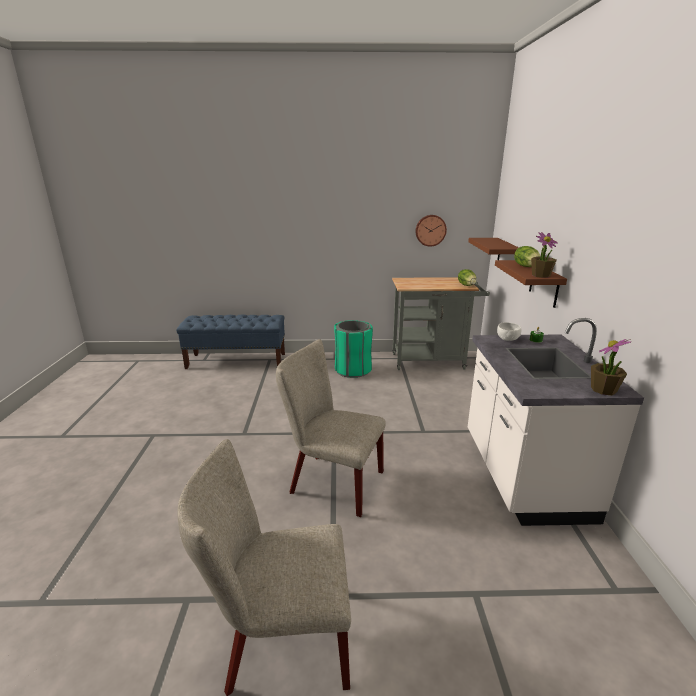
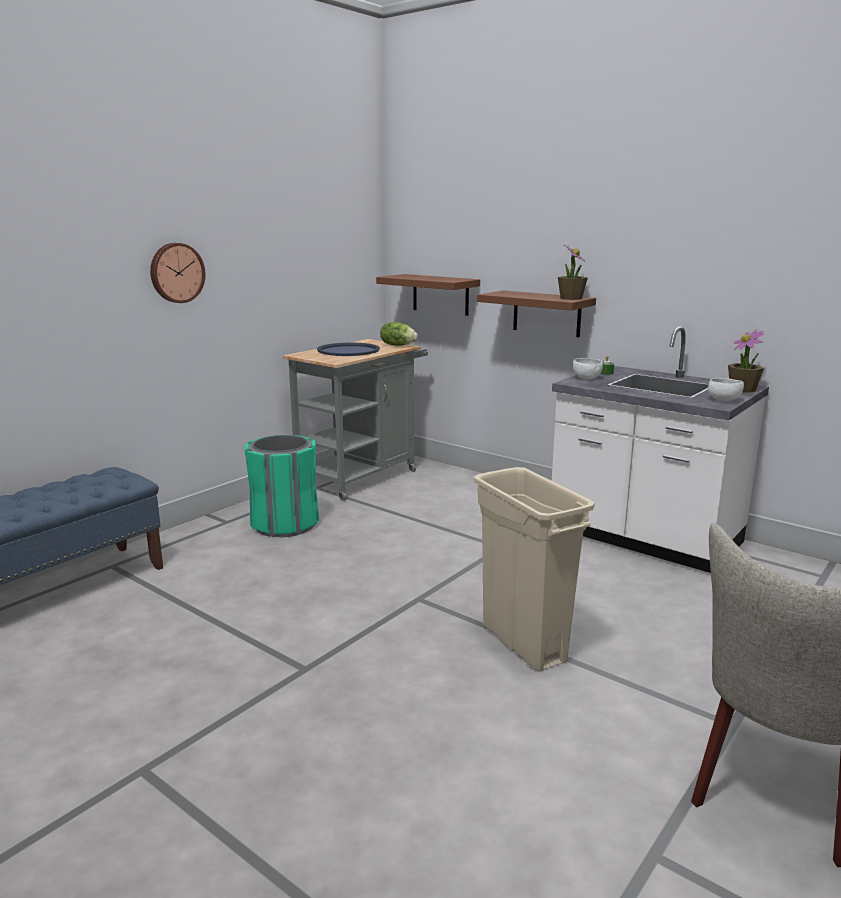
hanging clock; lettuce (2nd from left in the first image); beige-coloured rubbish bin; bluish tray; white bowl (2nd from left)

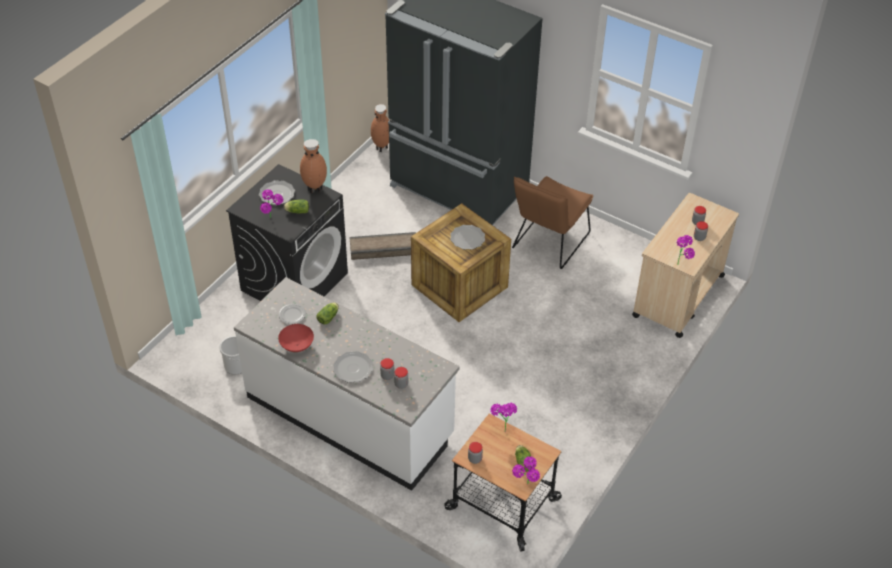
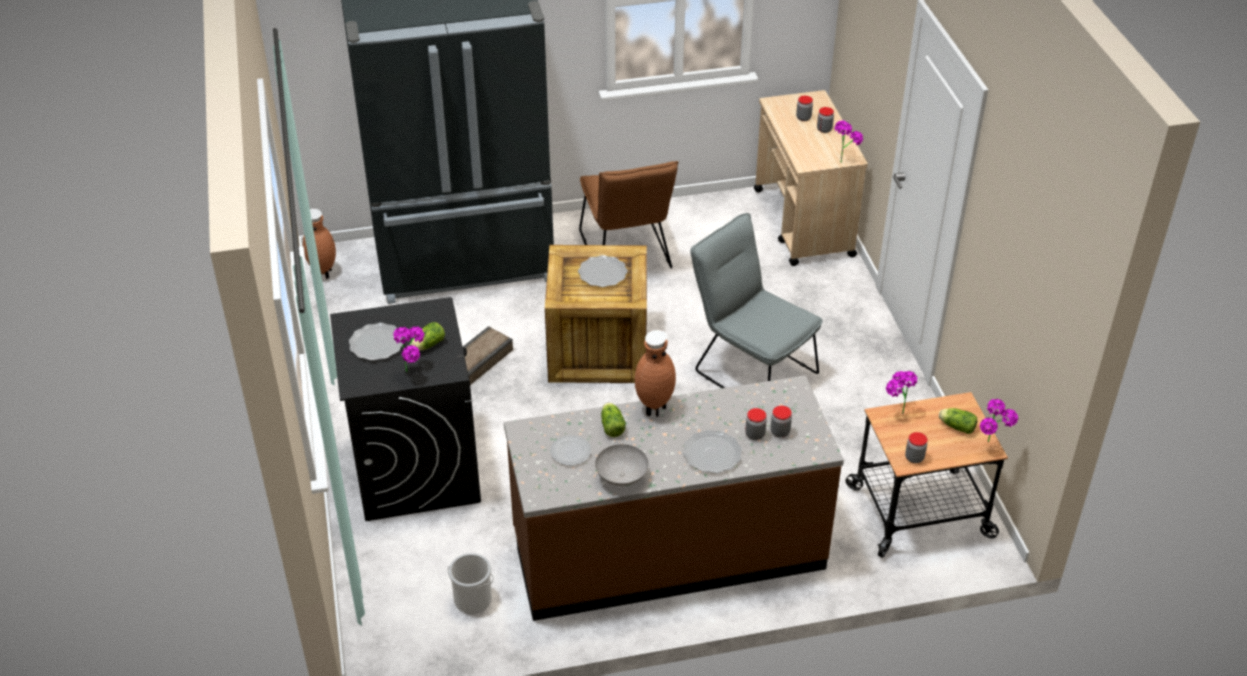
brown-coloured vase (2nd from left); brown-coloured kitchen base unit; gray bowl; gray chair

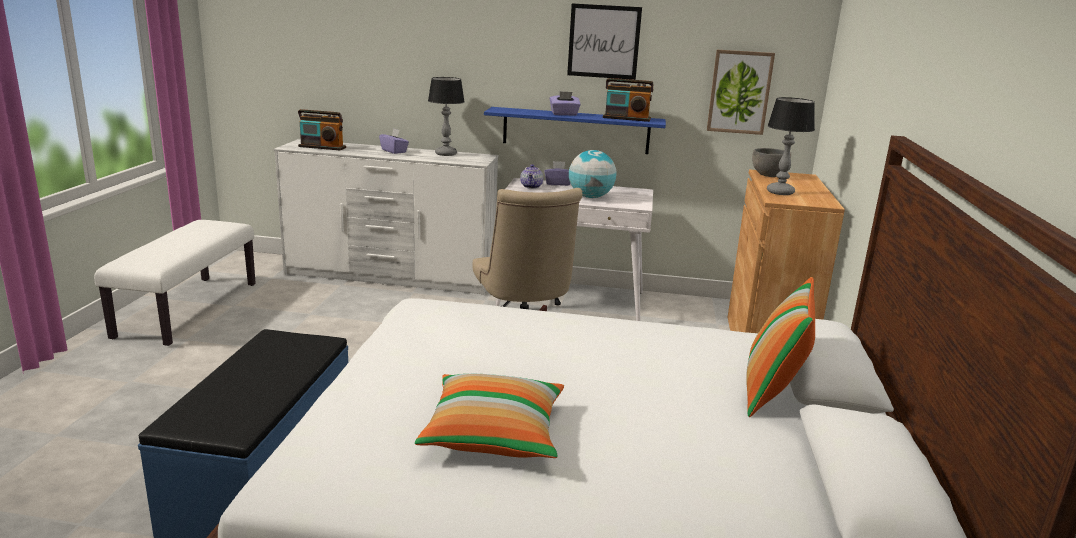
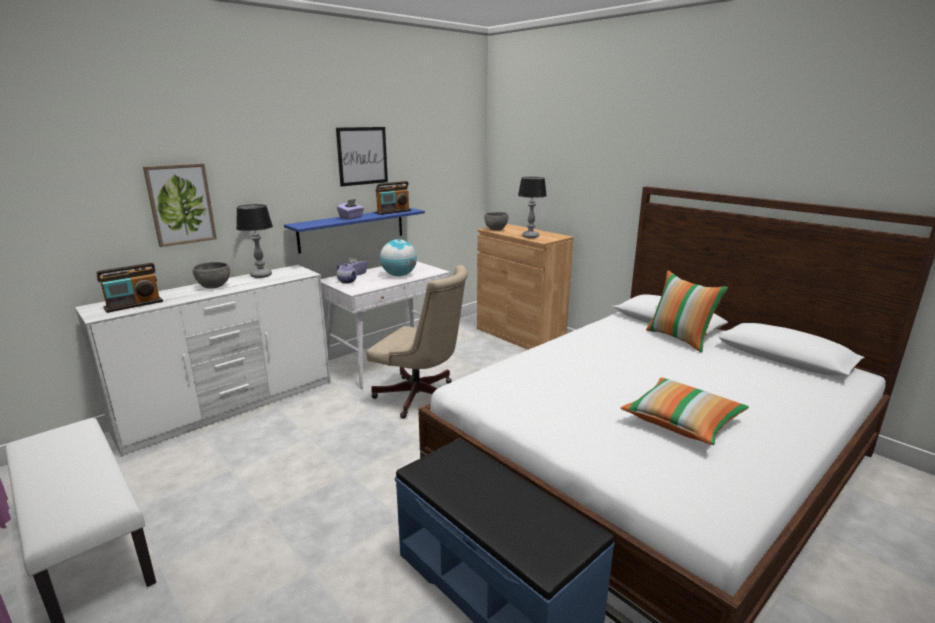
wall art (1st from left); gray bowl (1st from left)

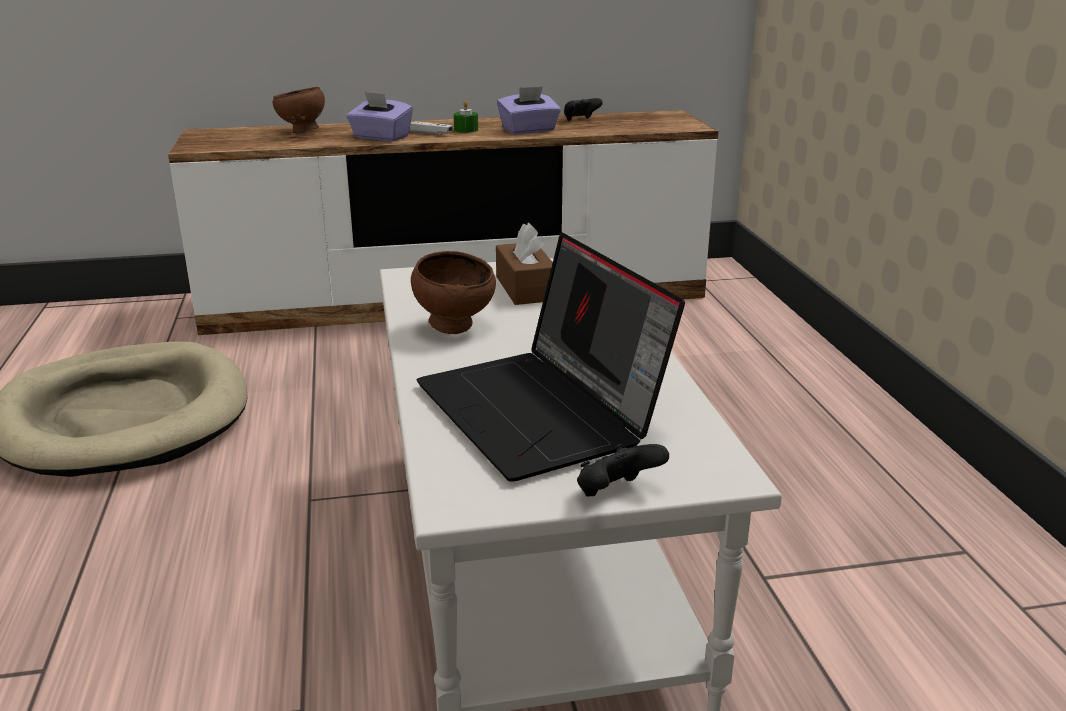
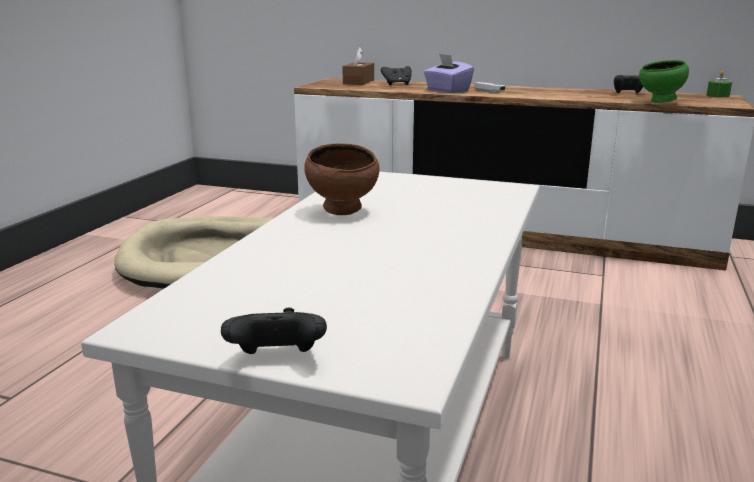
purplish tissue holder (2nd from left in the first image); black-coloured joypad (2nd from left); green wax light; brown-coloured tissue holder; portable computer; green bowl

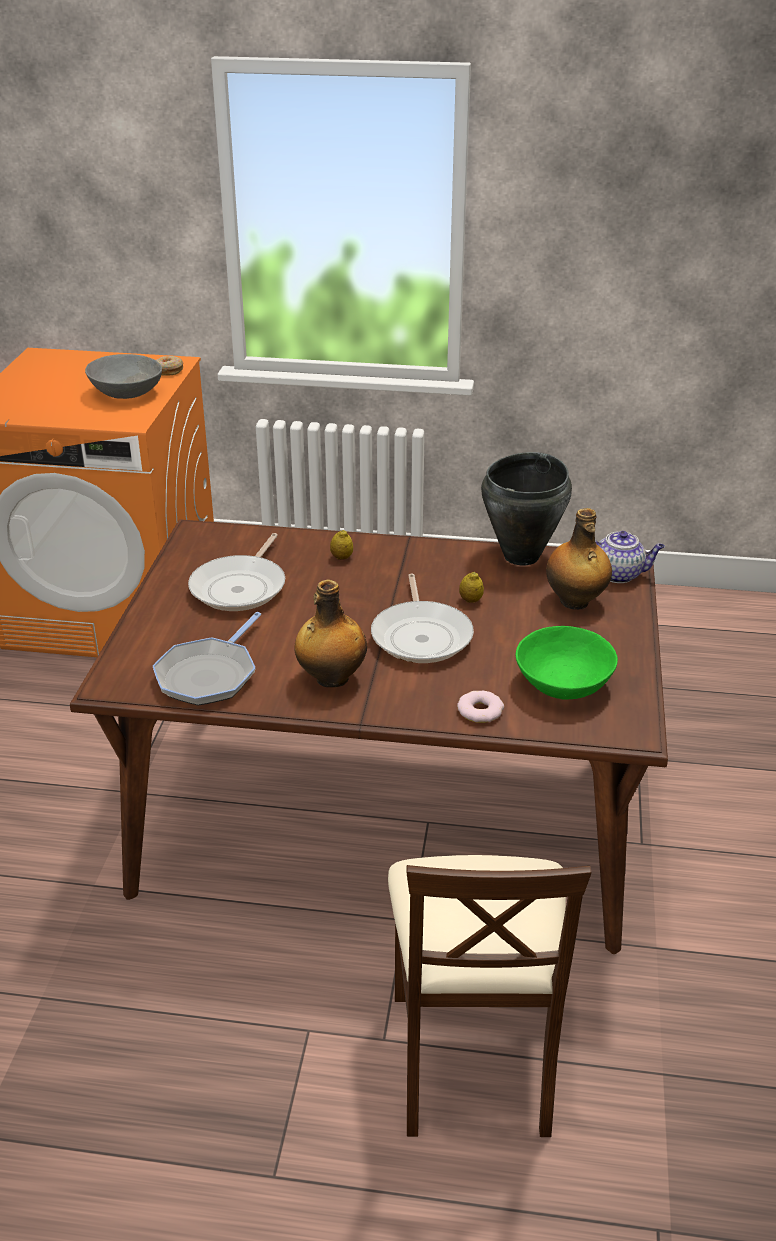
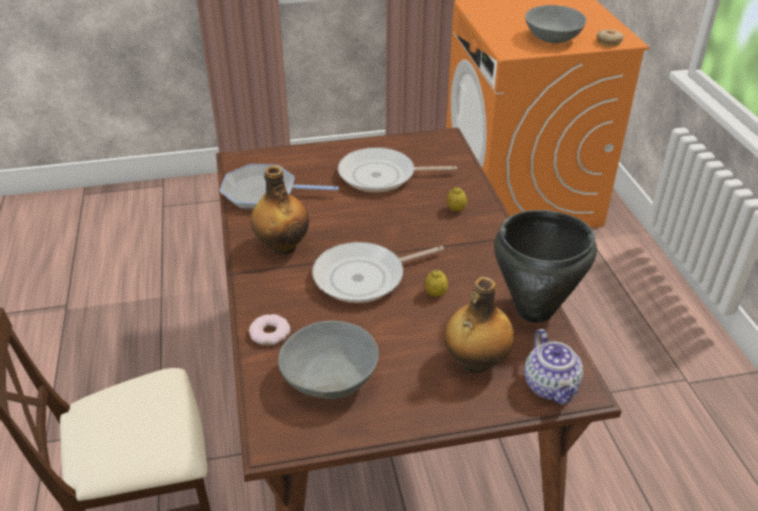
gray bowl (1st from left)

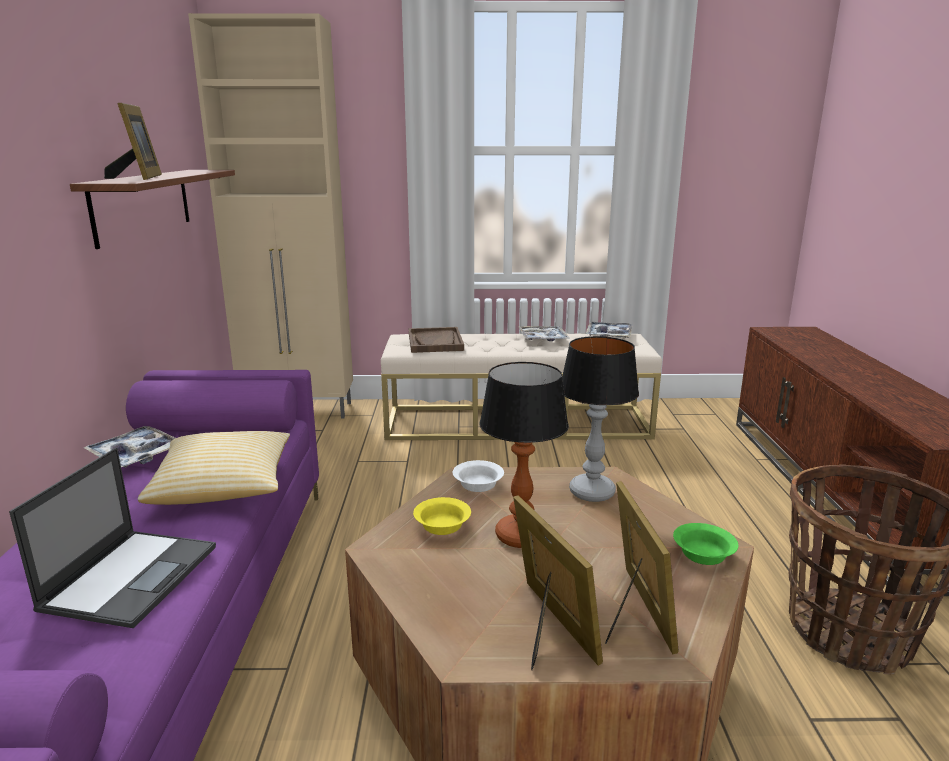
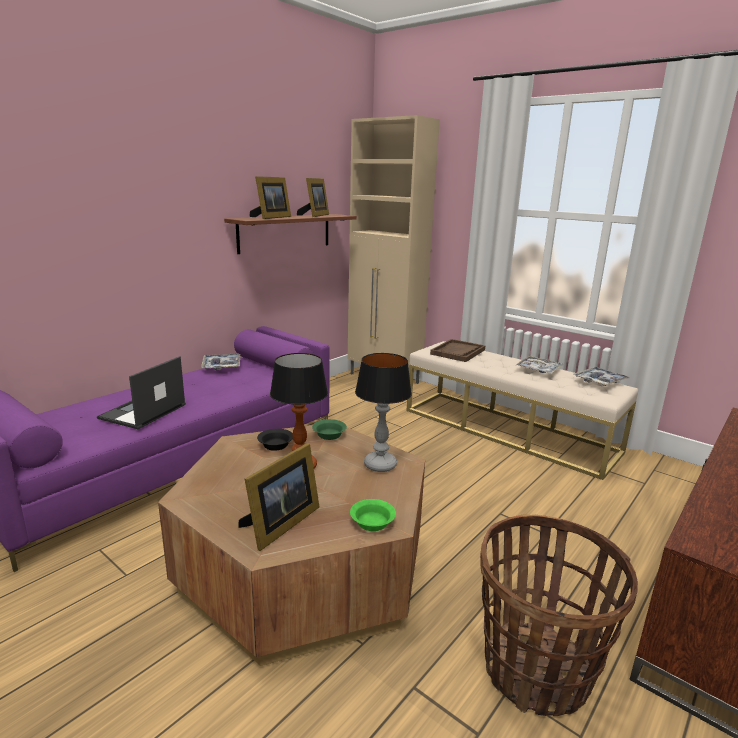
throw pillow; portable computer; green bowl (1st from left); photo frame (3rd from left); black-coloured bowl

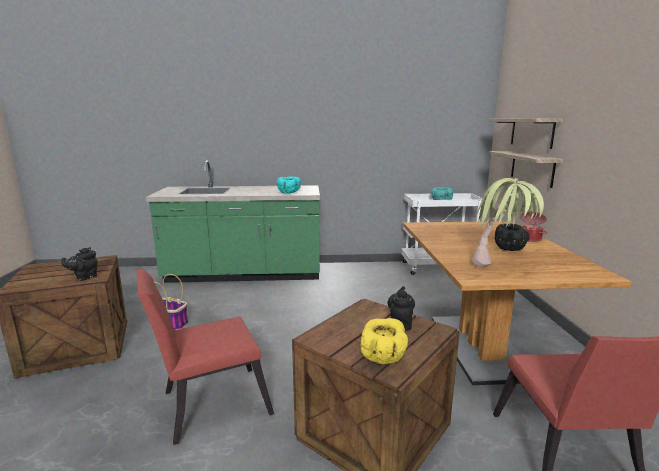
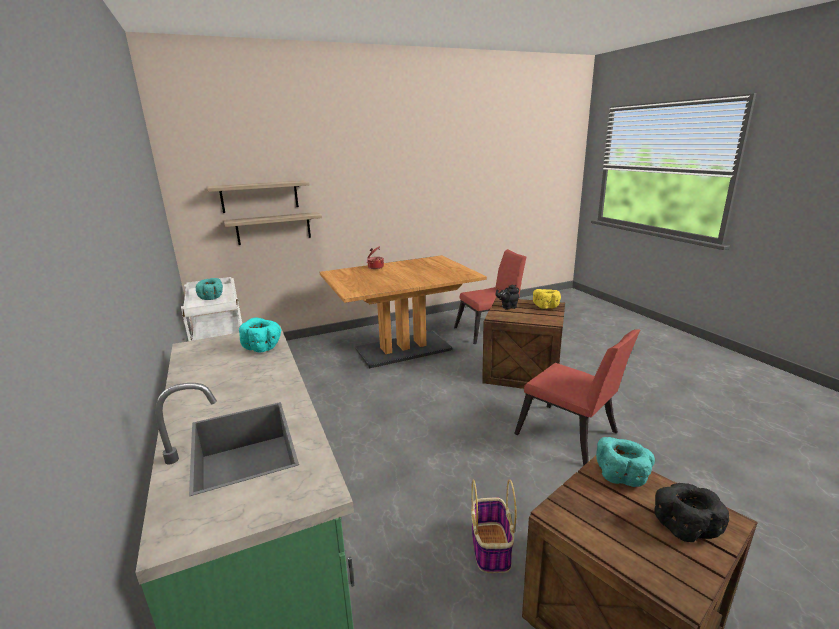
houseplant; black-coloured bowl; blue-green bowl (3rd from left)

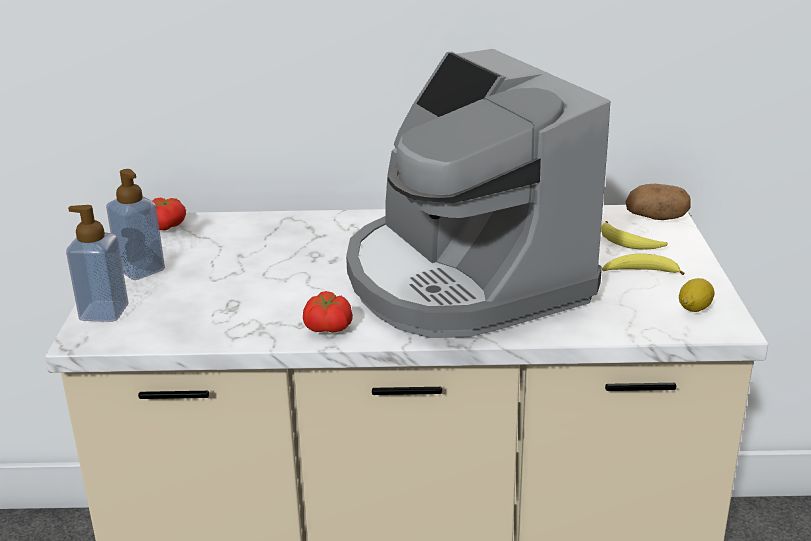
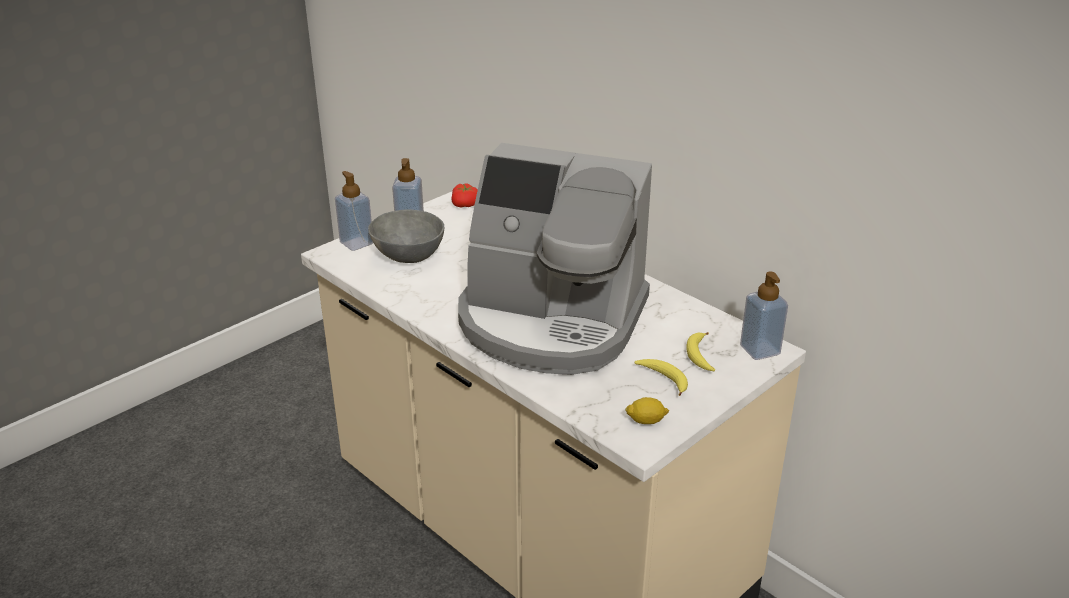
coffee brewer; liquid soap bottle (3rd from left); tomato (2nd from left in the first image); gray bowl

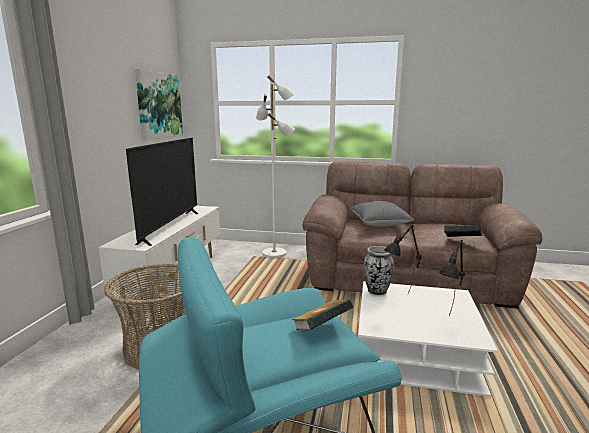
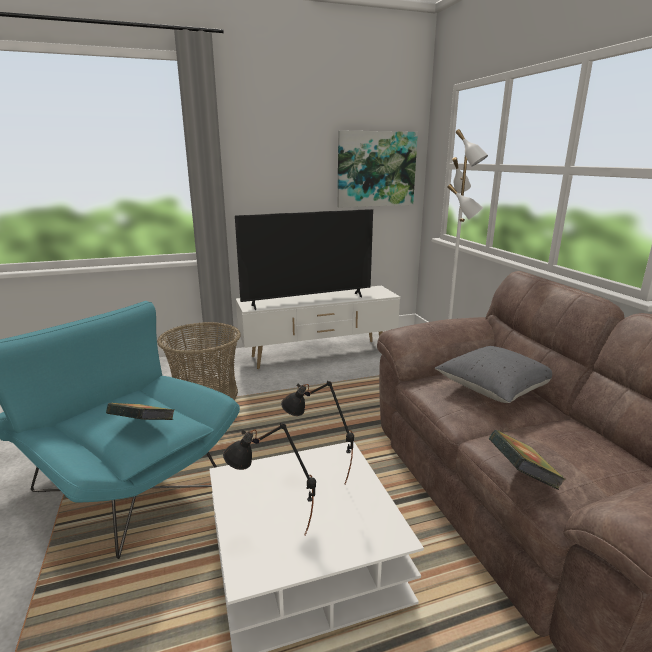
vase

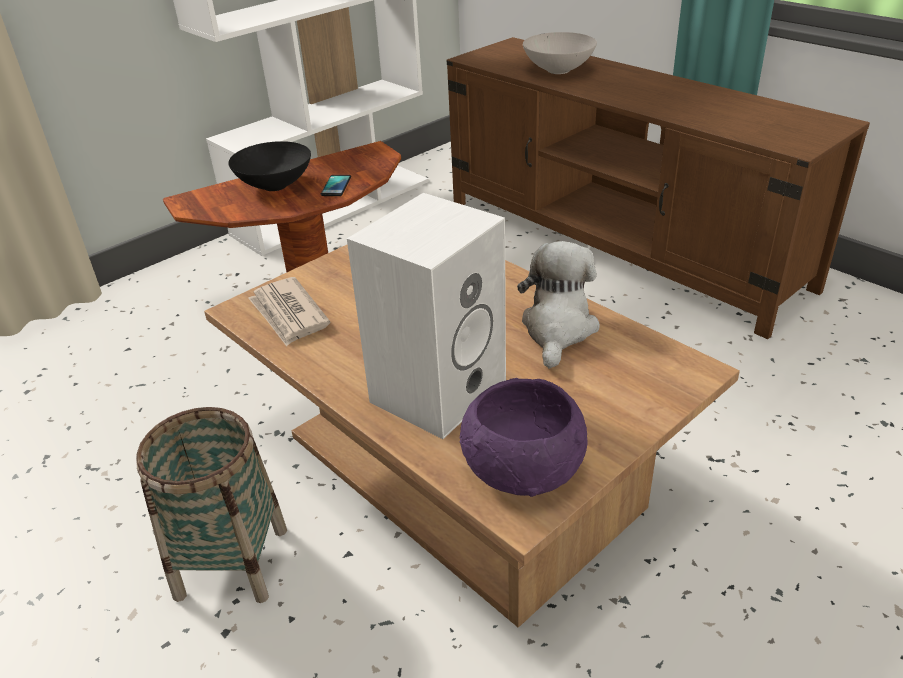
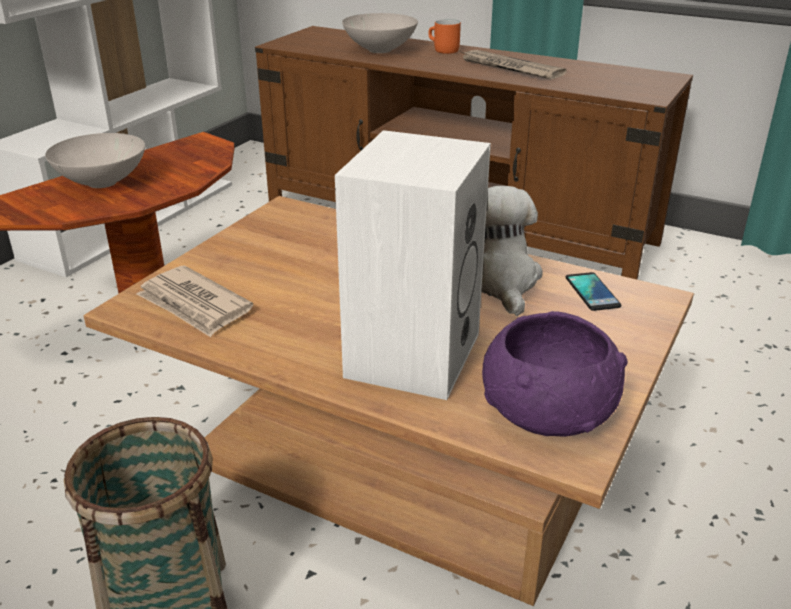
white bowl (1st from left); handset; orange-coloured mug; newspaper (2nd from left)

